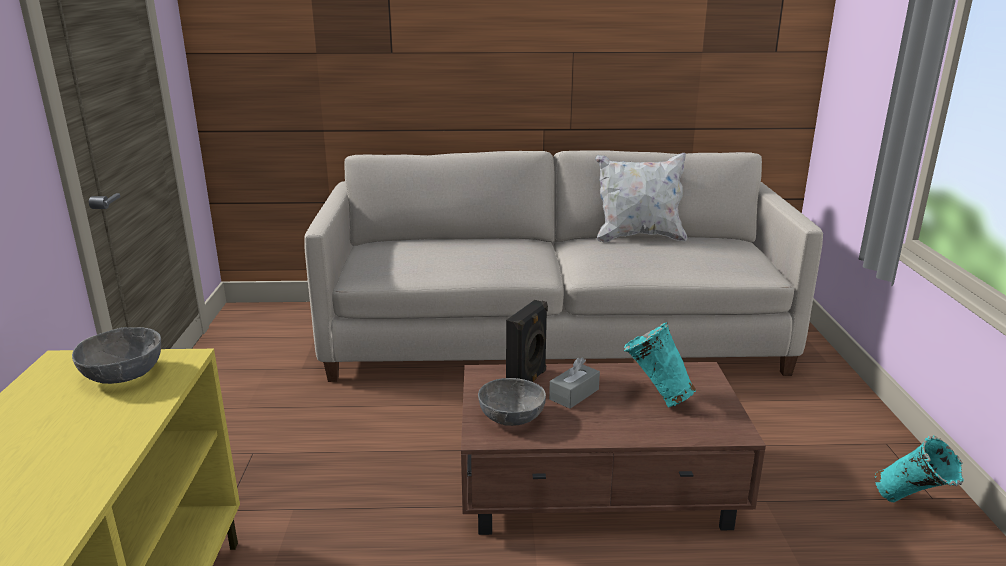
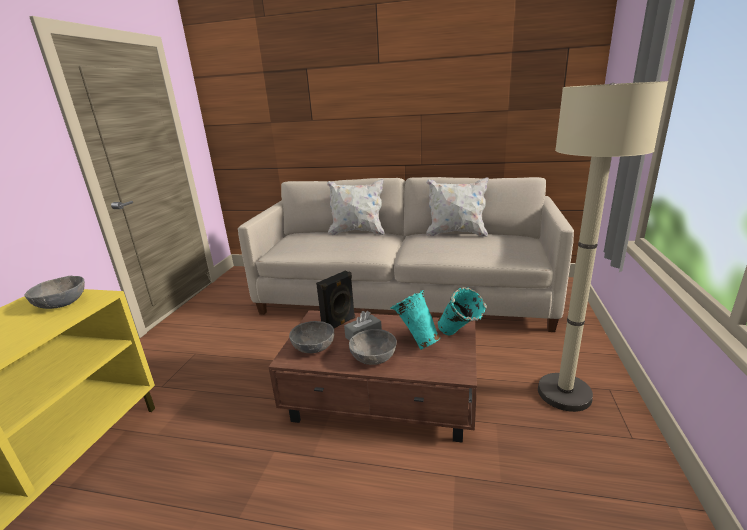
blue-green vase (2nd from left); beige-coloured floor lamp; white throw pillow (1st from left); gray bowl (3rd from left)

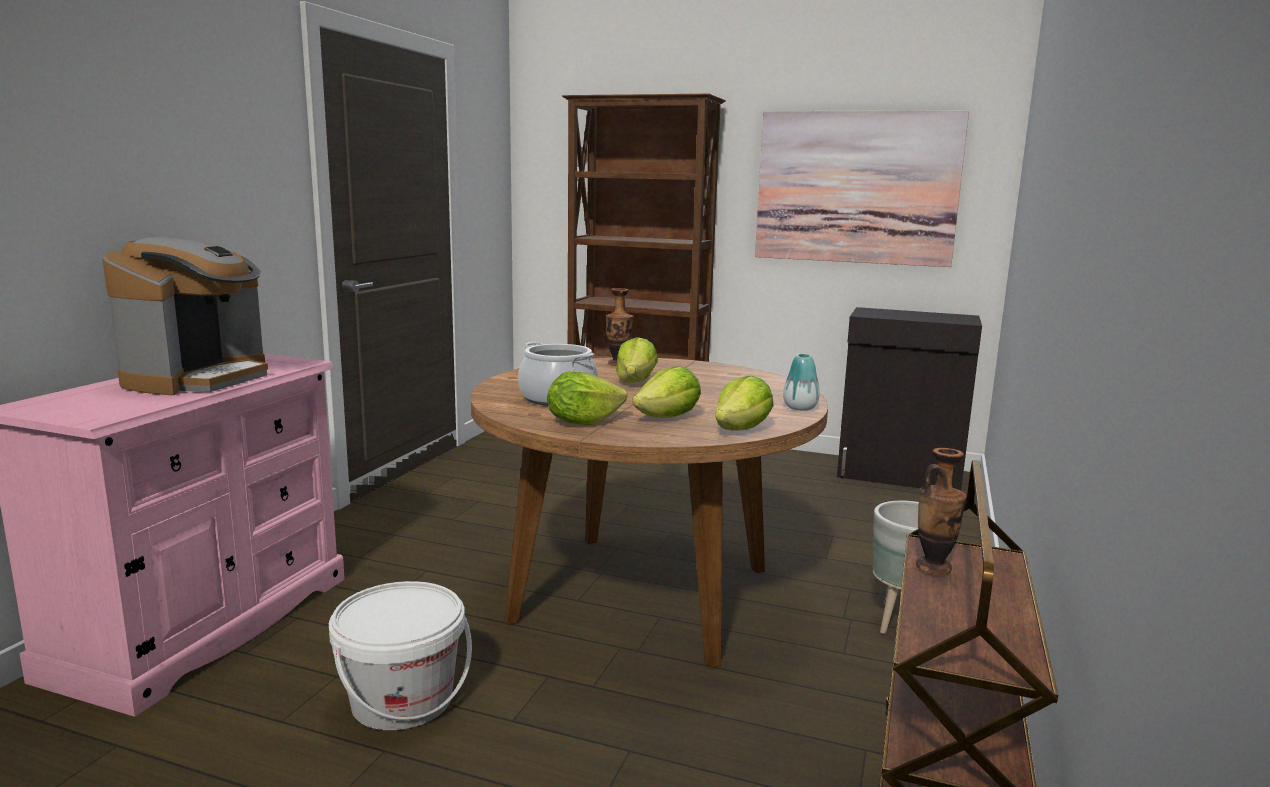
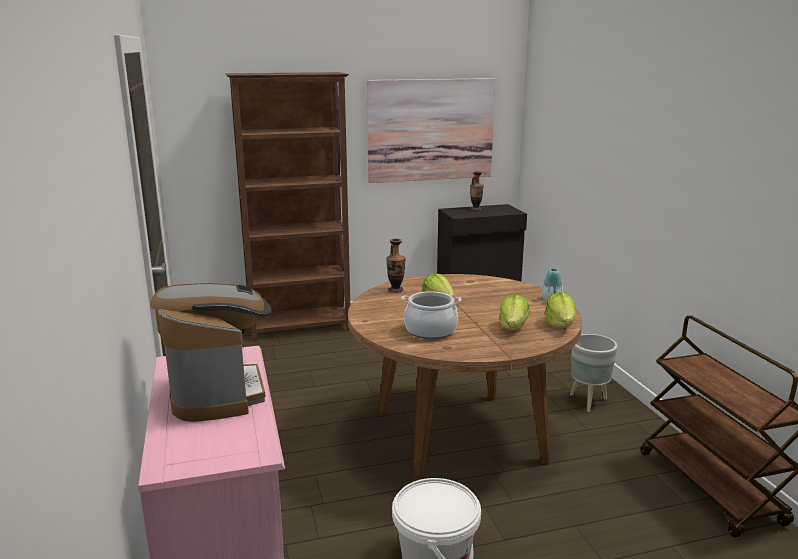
lettuce (1st from left in the first image); vase (2nd from left)

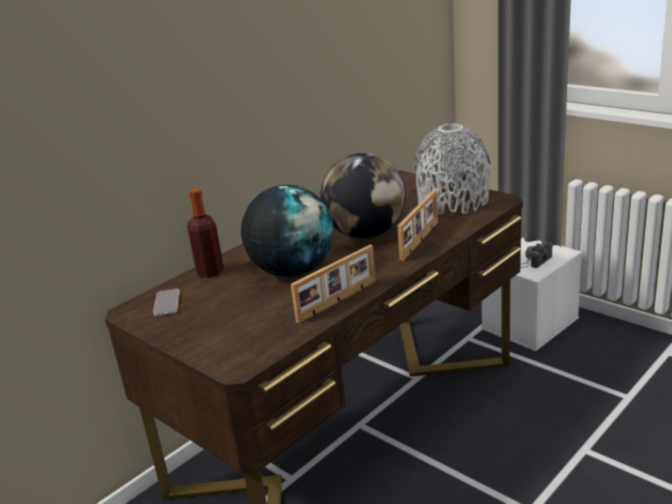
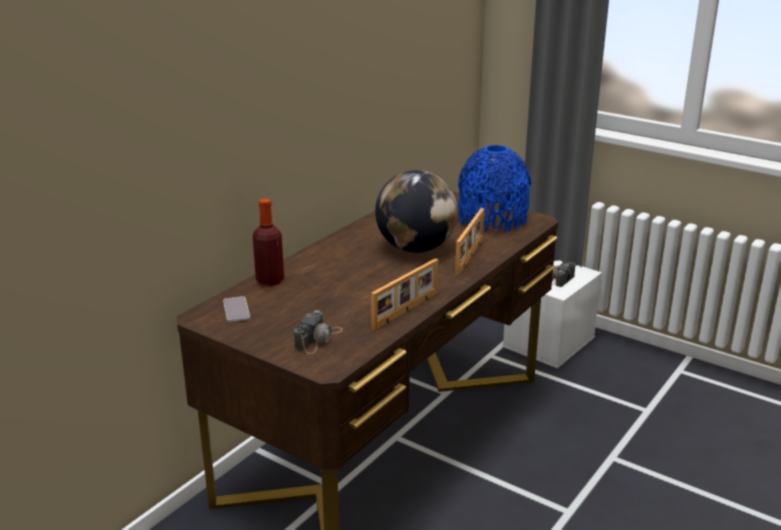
bluish vase; world globe (1st from left in the first image); still camera (1st from left)

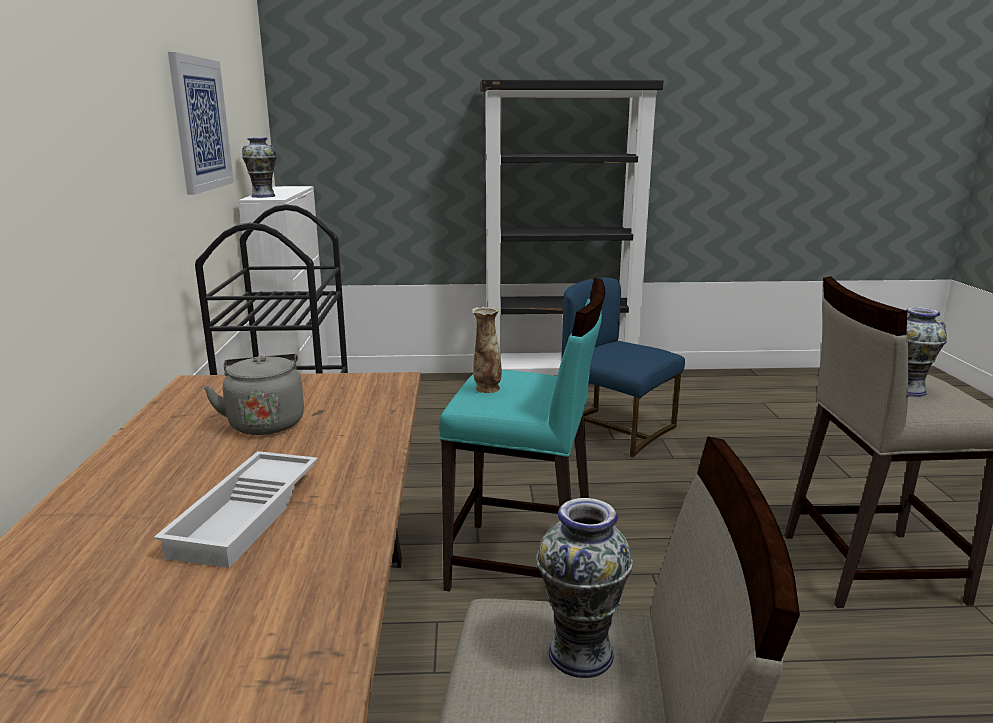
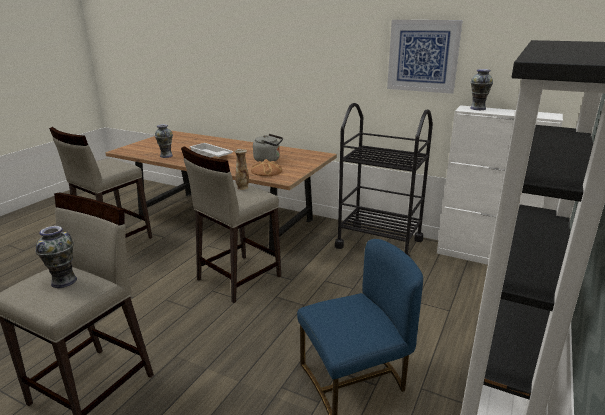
beige-coloured stool seat (3rd from left); vase (2nd from left); bakery bread

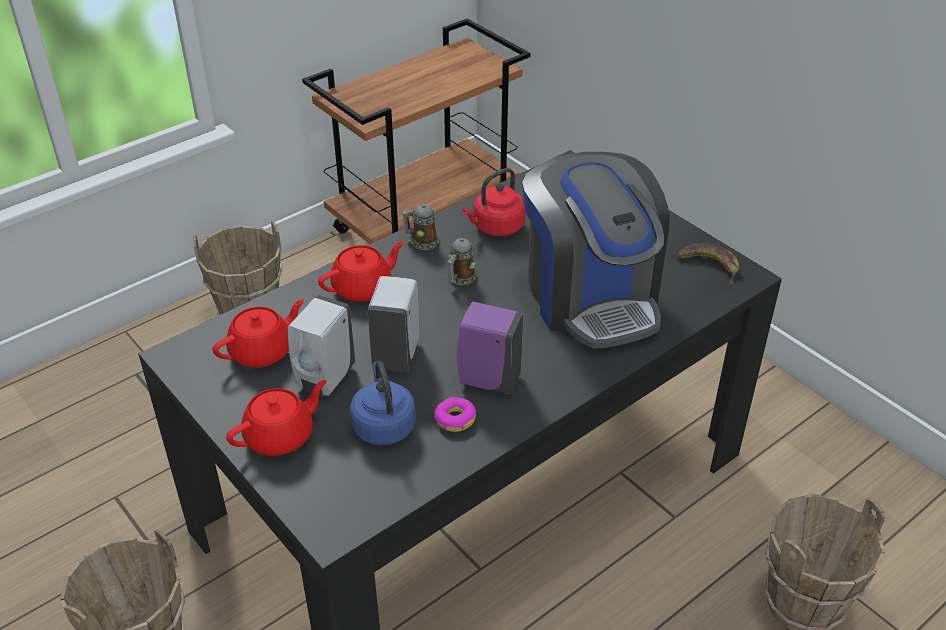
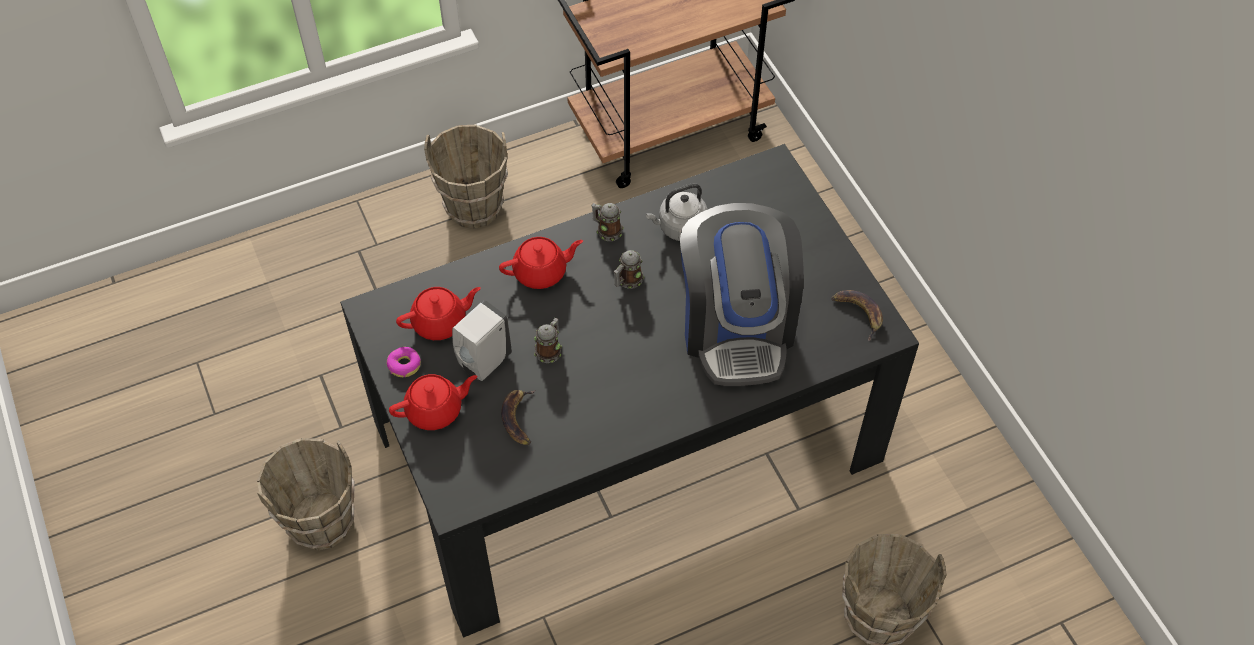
gray tea kettle; mug (1st from left); purplish liquid soap bottle; banana fruit (1st from left); ring doughnut

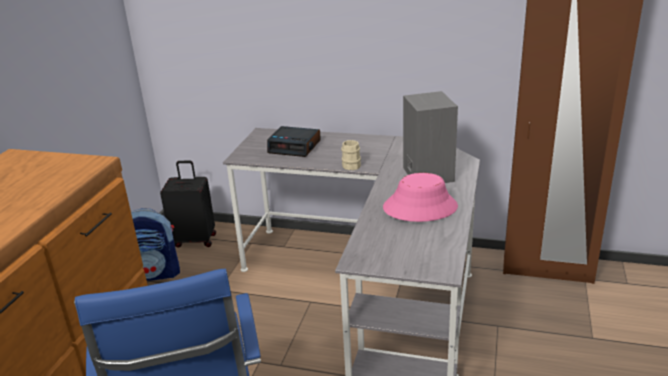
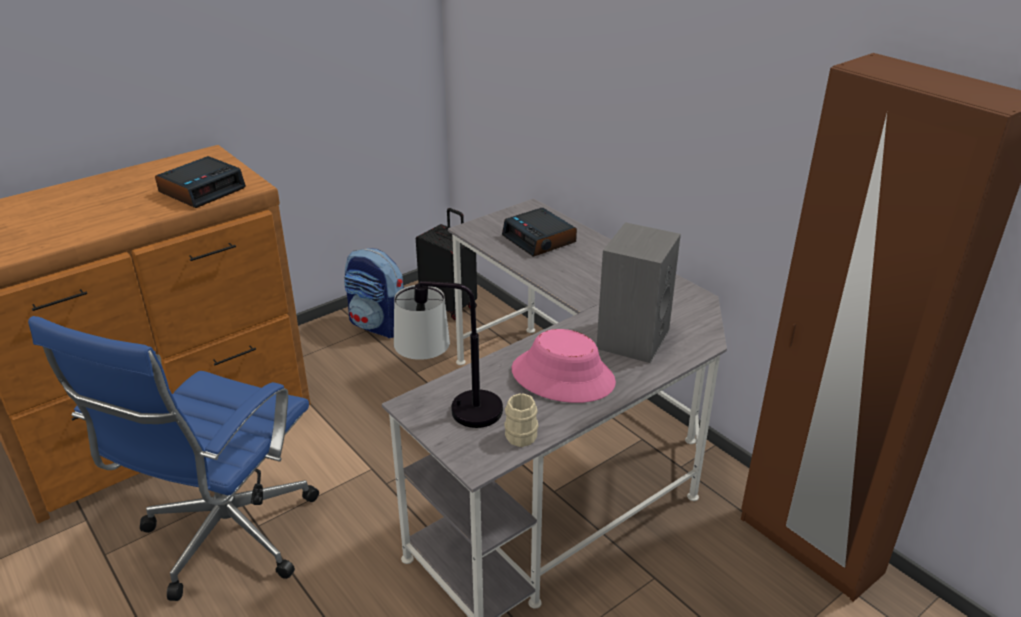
beige-coloured mug; alarm clock (1st from left); lamp for a table

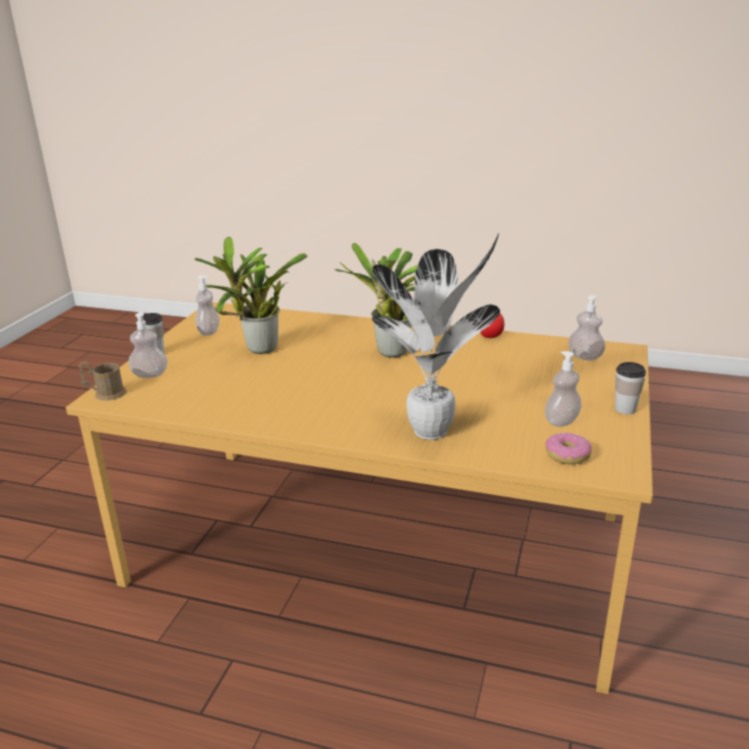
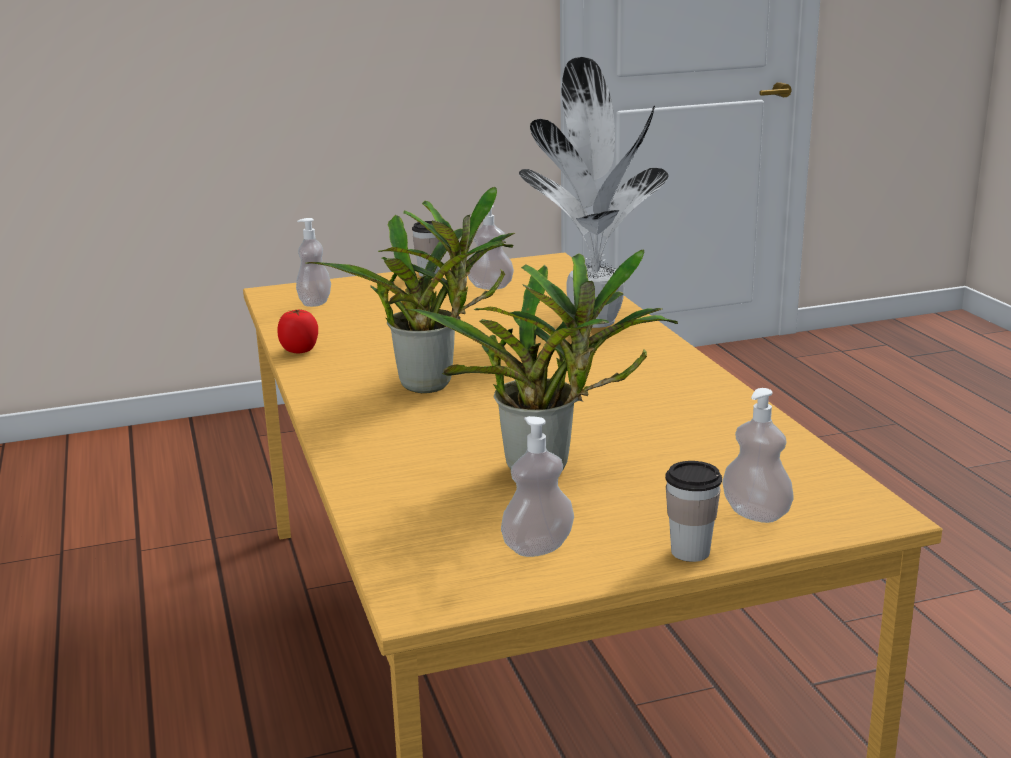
brown-coloured mug; ring doughnut

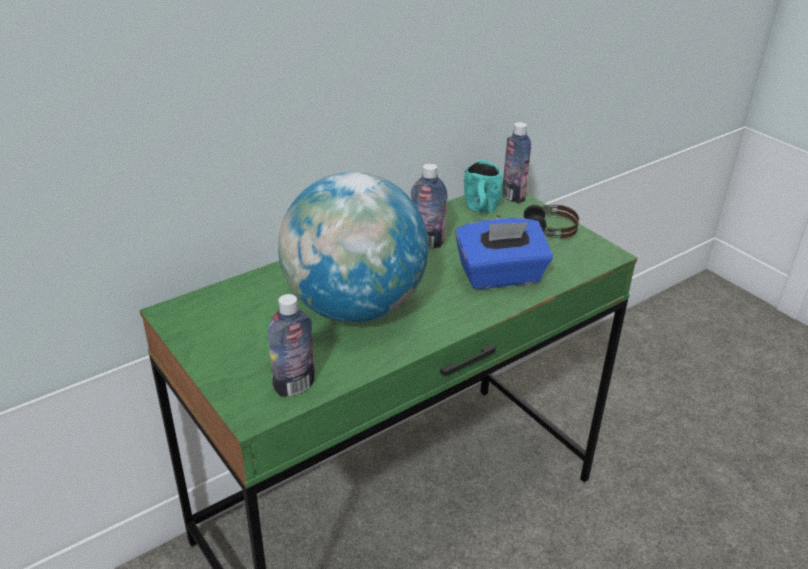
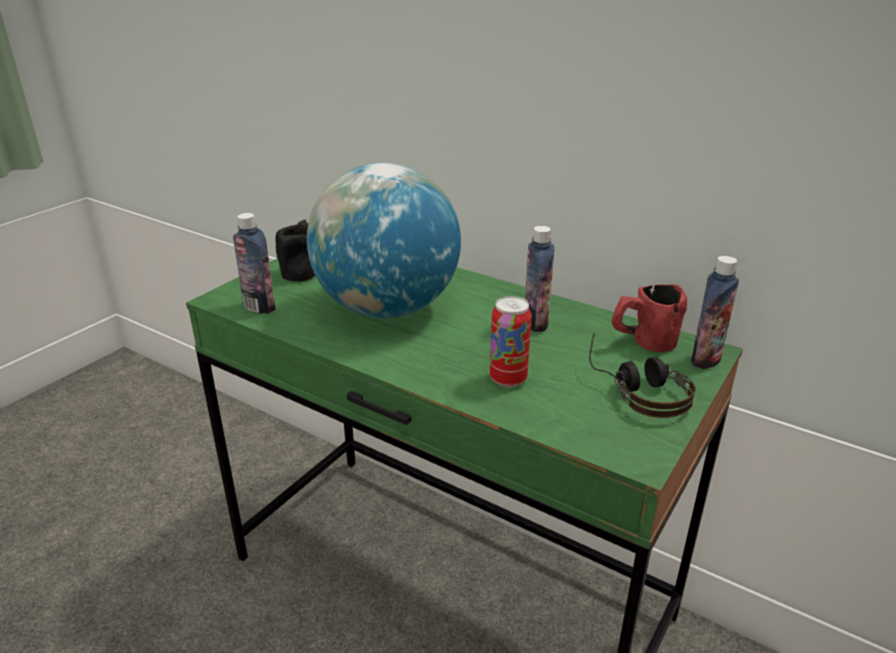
reddish mug; can; black-coloured mug

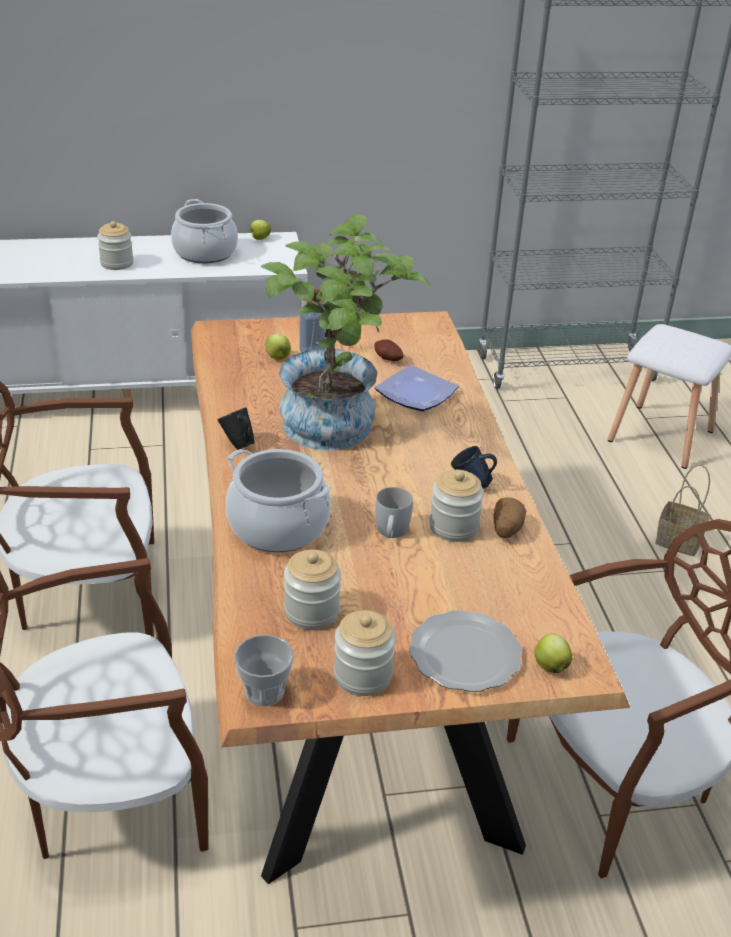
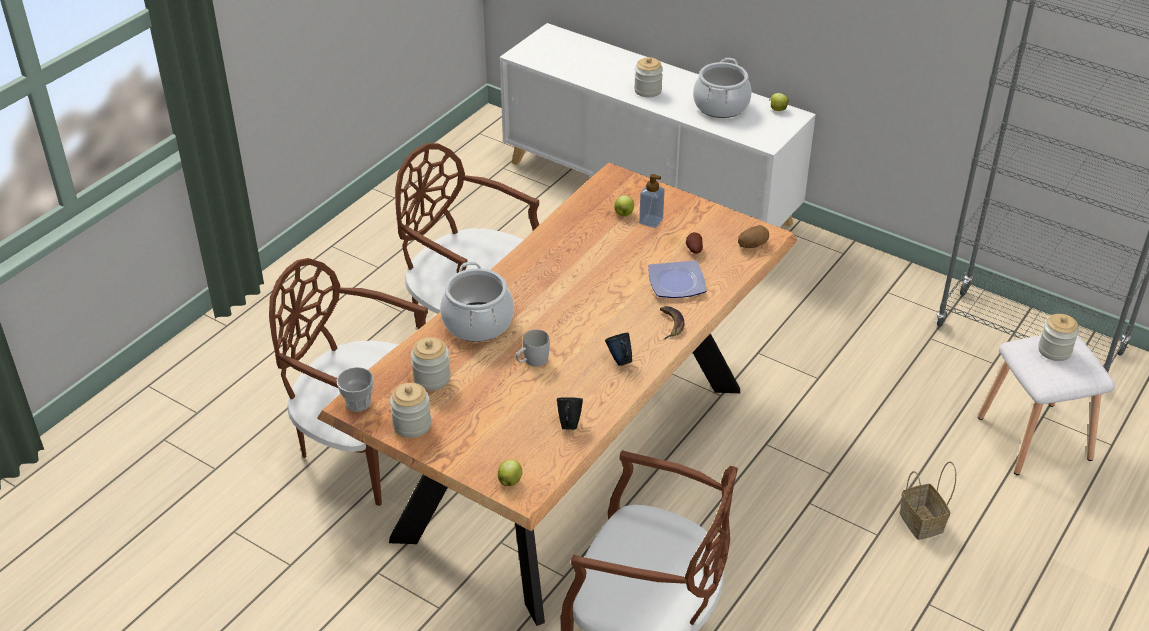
houseplant; black-coloured mug; jar (4th from left); spud (2nd from left); flat dish (2nd from left in the first image); banana fruit

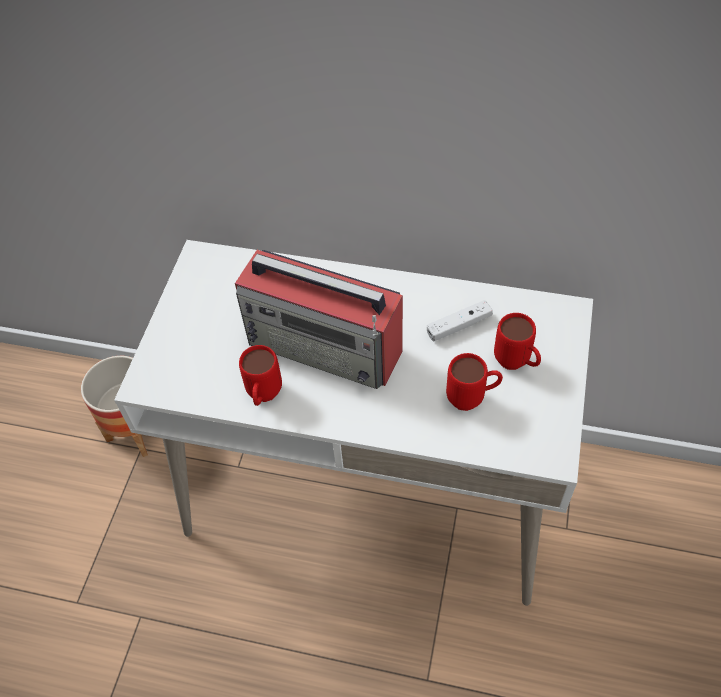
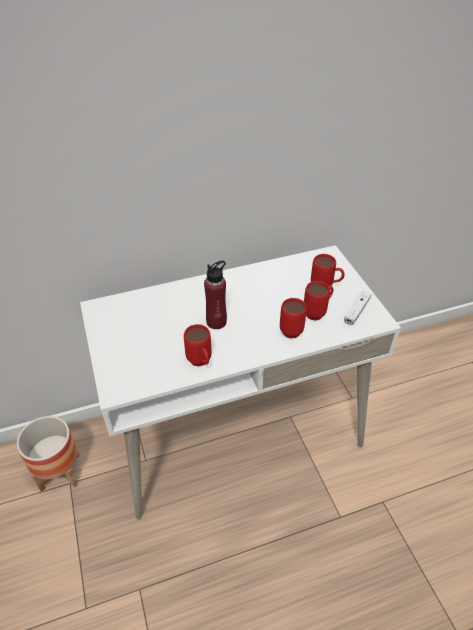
reddish drink bottle; white joypad; reddish mug (2nd from left)

